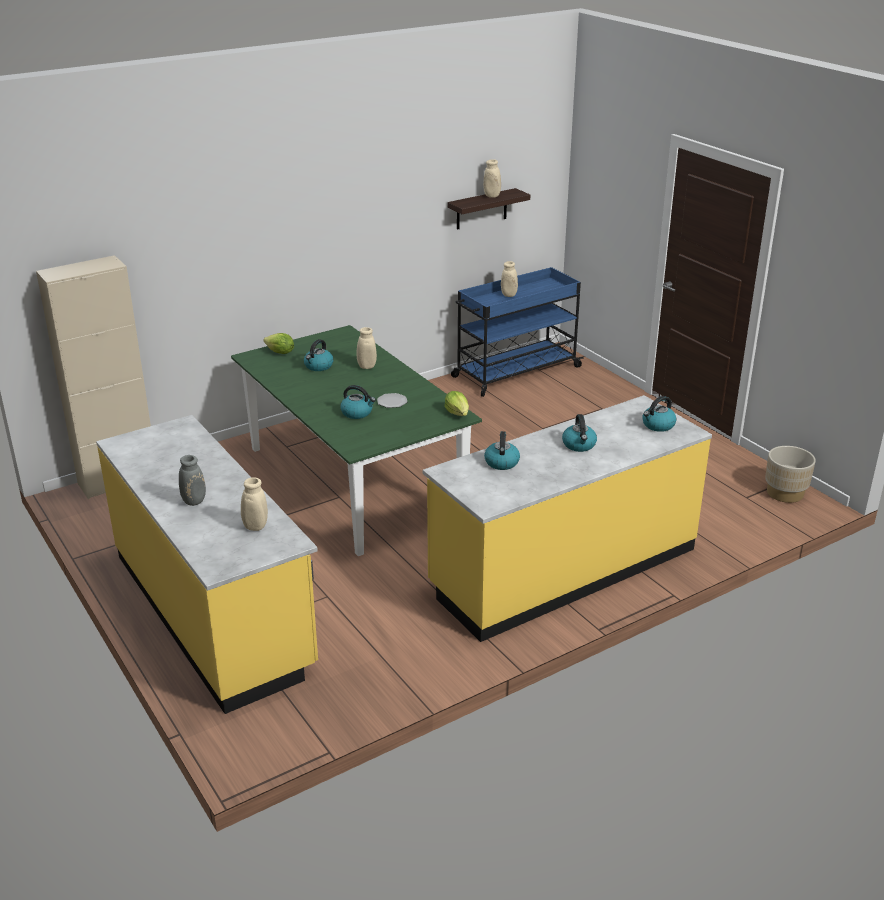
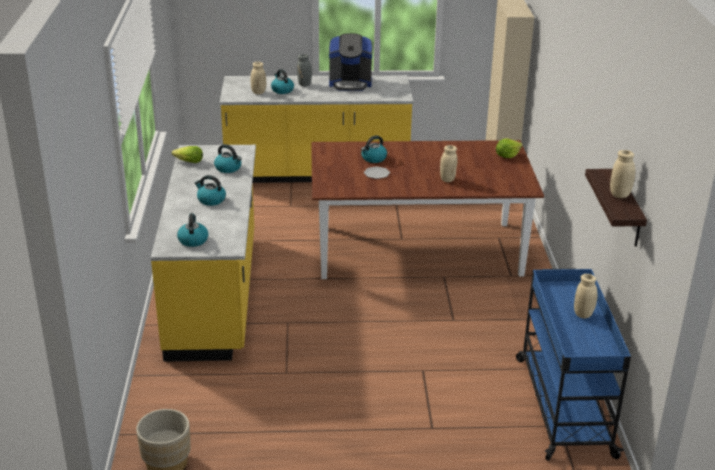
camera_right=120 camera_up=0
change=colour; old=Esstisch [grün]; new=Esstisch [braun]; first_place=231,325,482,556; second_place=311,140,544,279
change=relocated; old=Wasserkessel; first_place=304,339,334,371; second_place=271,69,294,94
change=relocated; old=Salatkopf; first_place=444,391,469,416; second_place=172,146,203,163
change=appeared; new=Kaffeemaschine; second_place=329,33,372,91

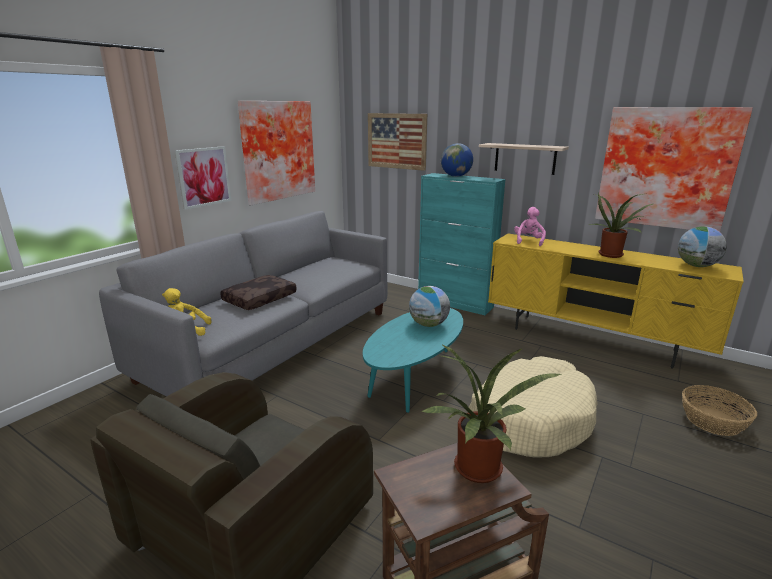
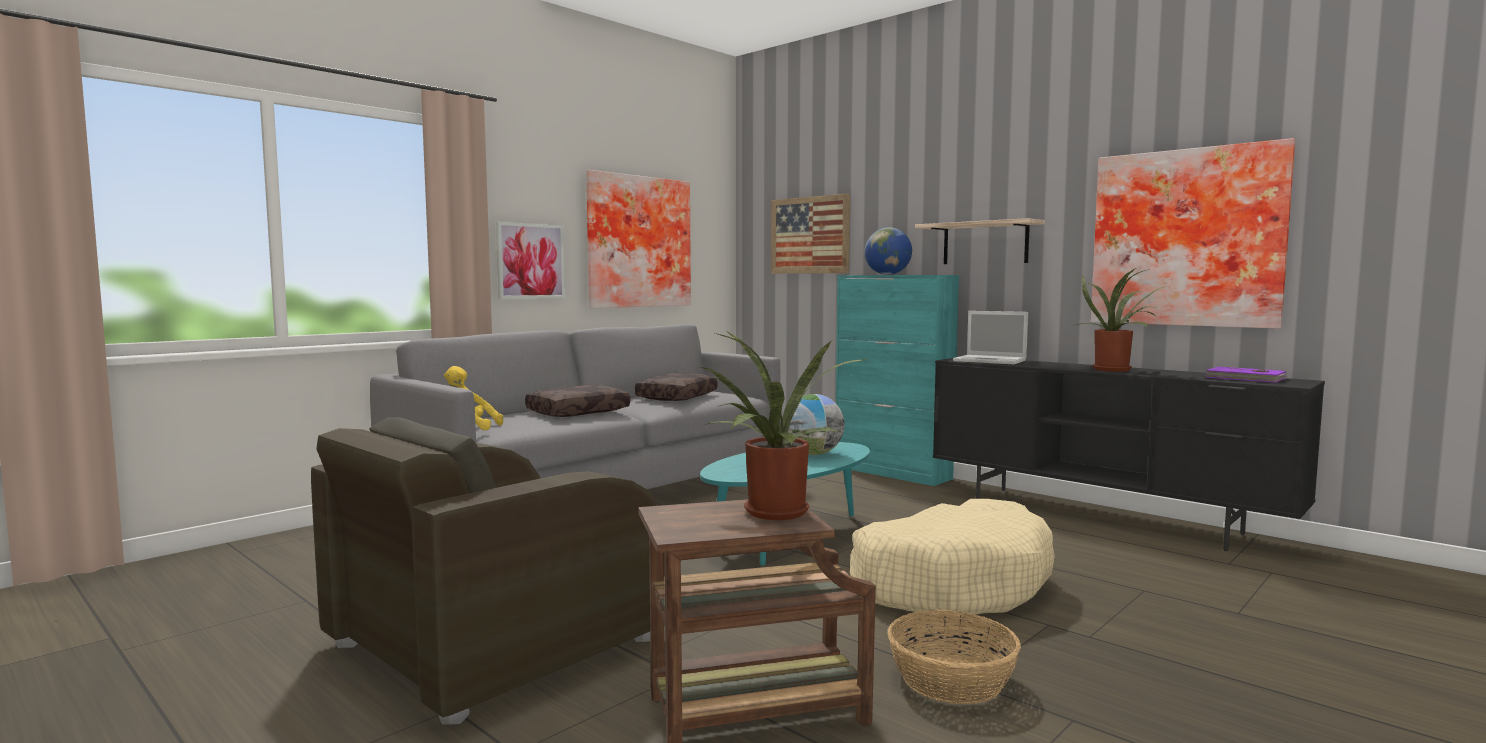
camera_right=10 camera_up=-15
change=colour; old=Fernsehschrank [gelb]; new=Fernsehschrank [schwarz]; first_place=488,233,744,369; second_place=933,358,1325,551
change=exchanged; old=Plüschtier [rosa]; new=Laptop; first_place=514,207,546,247; second_place=953,311,1028,364
change=exchanged; old=Globus; new=Buch [lila]; first_place=678,226,727,267; second_place=1205,367,1287,383
change=relocated; old=Korb; first_place=682,385,758,436; second_place=887,610,1021,704
change=appeared; new=Kissen [braun]; second_place=635,373,718,401

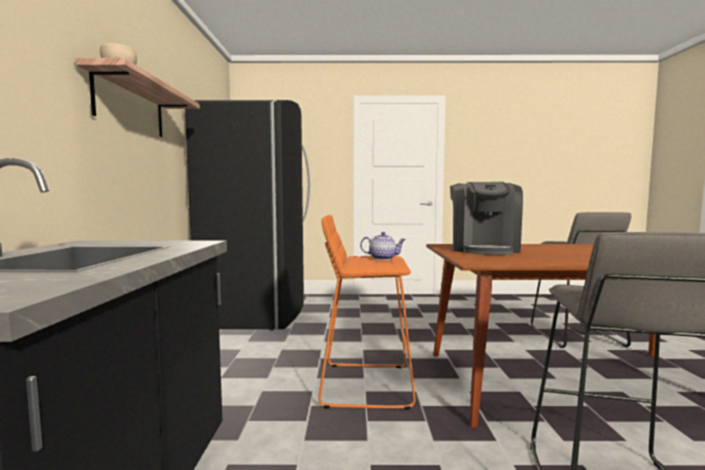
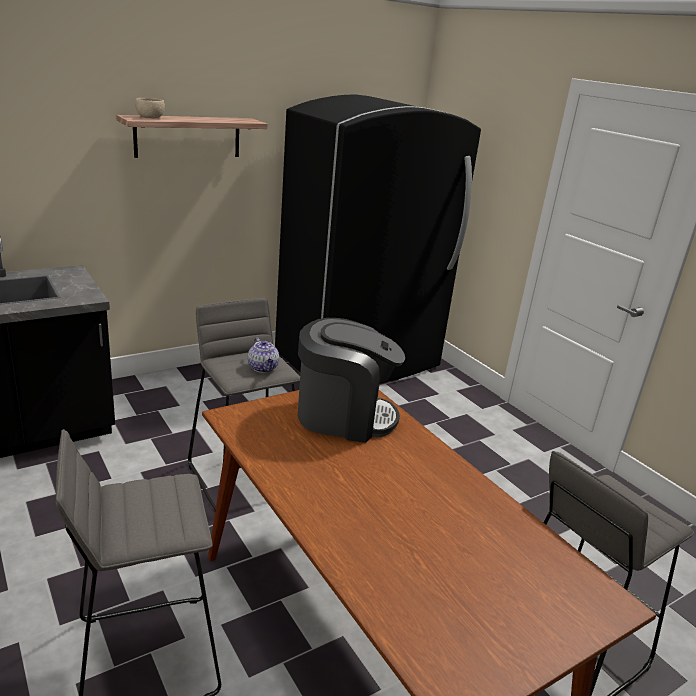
camera_right=55 camera_up=20
change=colour; old=Hocker [orange]; new=Hocker [grau]; first_place=318,215,415,410; second_place=188,298,300,509
change=spun; old=Kaffeemaschine; first_place=450,182,523,255; second_place=298,318,405,443; degrees=-150

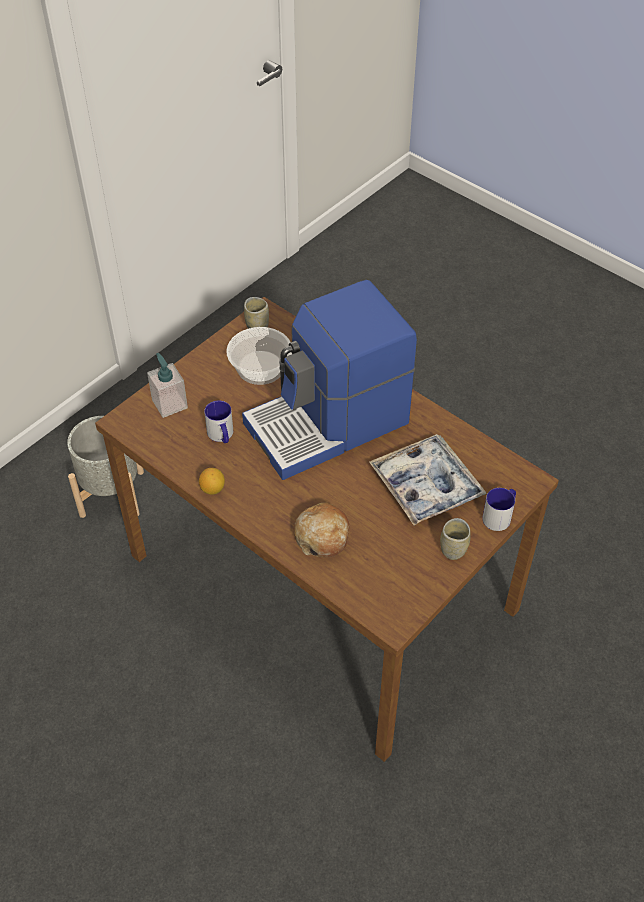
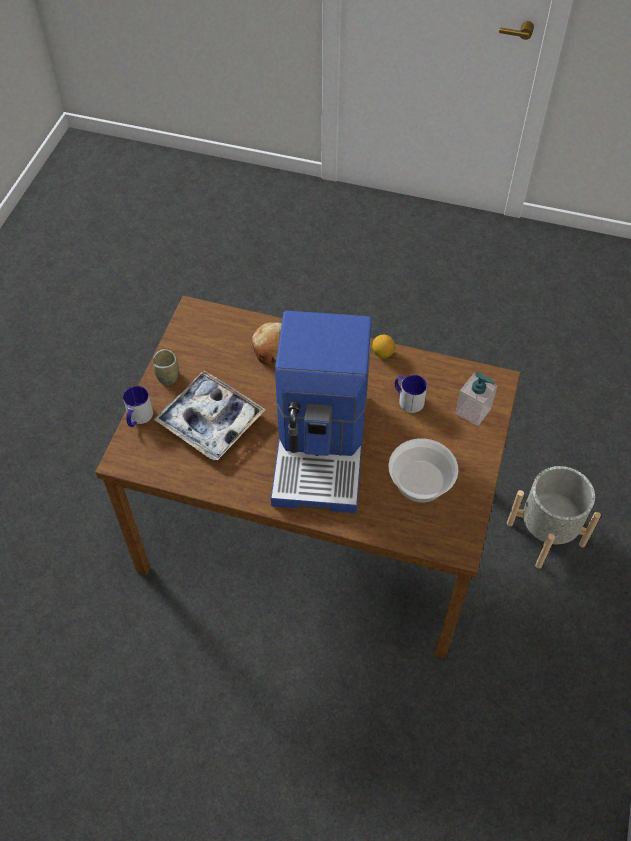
camera_right=155 camera_up=5
change=spun; old=Kaffeemaschine; first_place=242,280,417,480; second_place=271,311,372,513; degrees=150
change=missing; old=Tasse; first_place=244,297,269,328

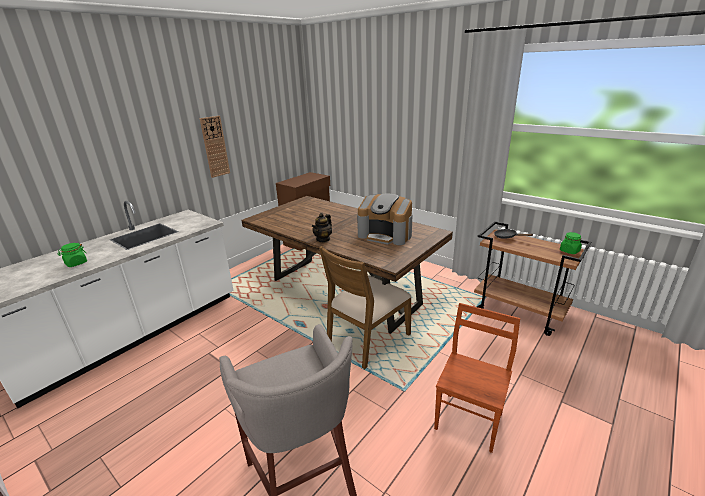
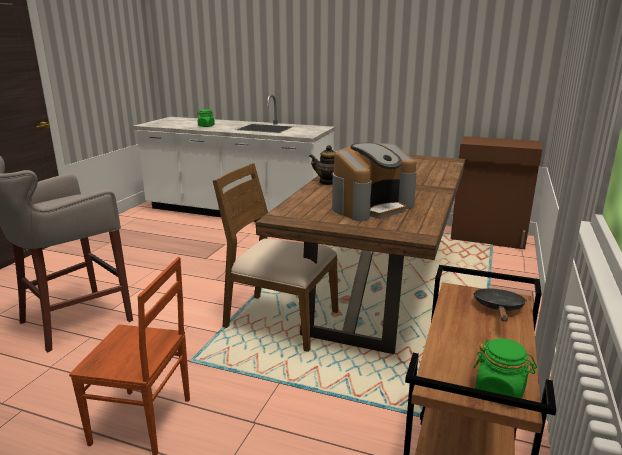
camera_right=70 camera_up=-5
change=missing; old=Wanduhr; first_place=200,116,230,178
change=spun; old=Kaffeemaschine; first_place=357,194,413,245; second_place=332,143,417,221; degrees=-135

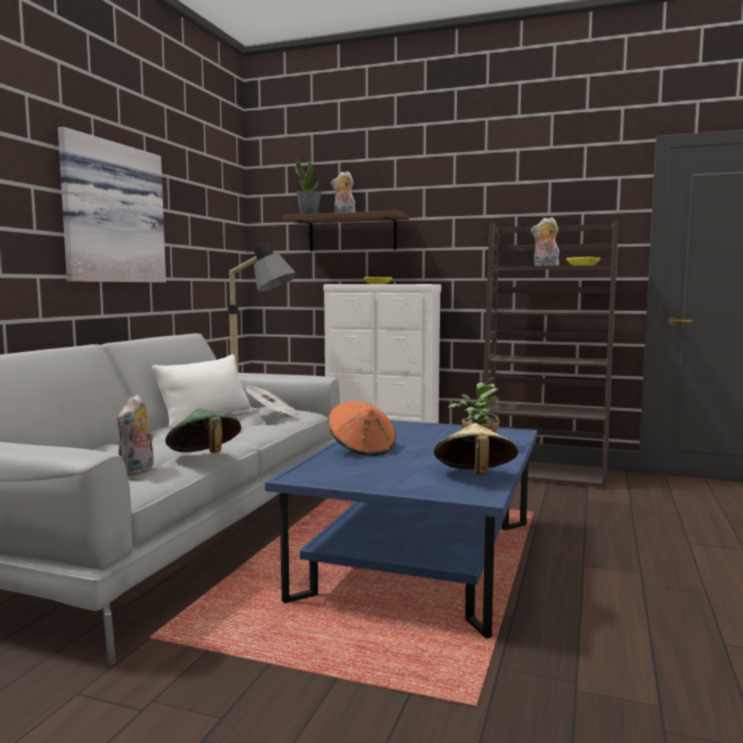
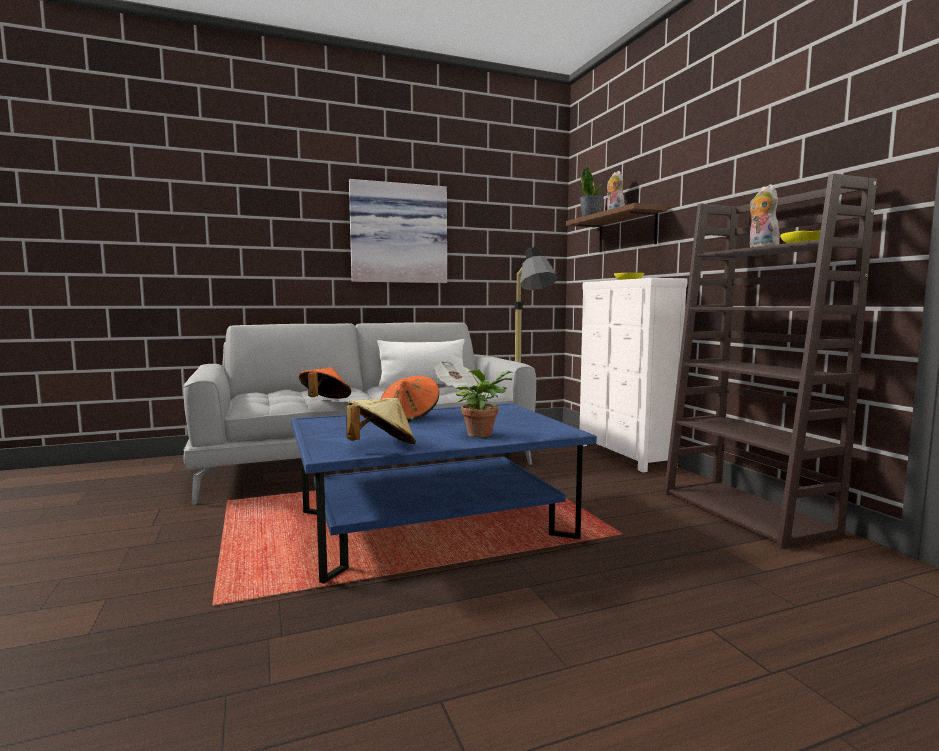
camera_right=50 camera_up=0
change=missing; old=Plüschtier; first_place=117,394,154,476
change=colour; old=Hut [grün]; new=Hut [orange]; first_place=165,408,241,453; second_place=299,367,351,399

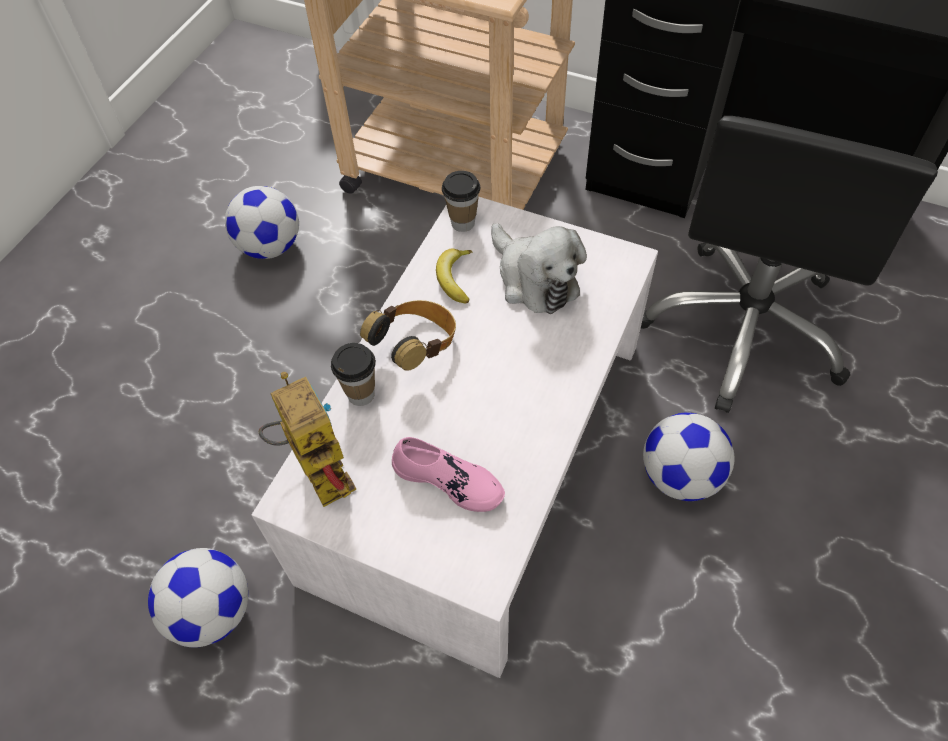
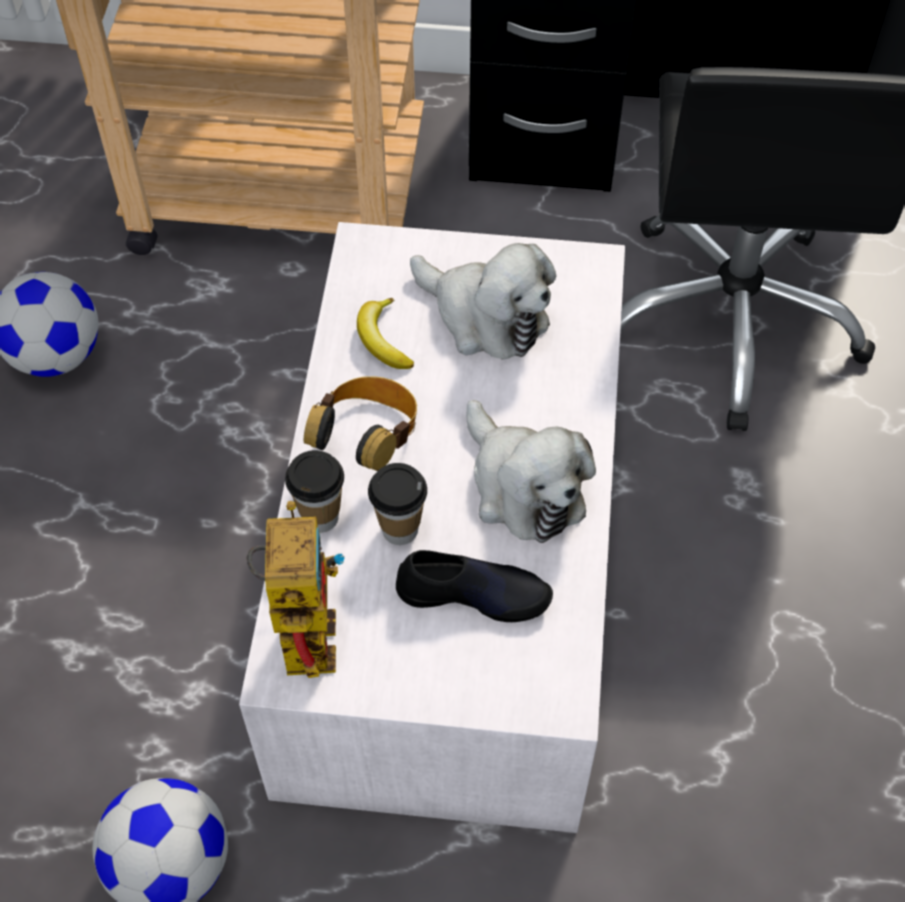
camera_right=-20 camera_up=0
change=spun; old=Spielzeugroboter; first_place=259,372,356,507; second_place=246,501,345,678; degrees=45
change=colour; old=Schuh [rosa]; new=Schuh [schwarz]; first_place=392,437,505,512; second_place=396,550,553,622
change=relocated; old=Tasse; first_place=442,171,481,232; second_place=368,463,427,545
change=missing; old=Fußball; first_place=643,412,734,501
change=appeared; new=Plüschtier; second_place=466,400,596,543

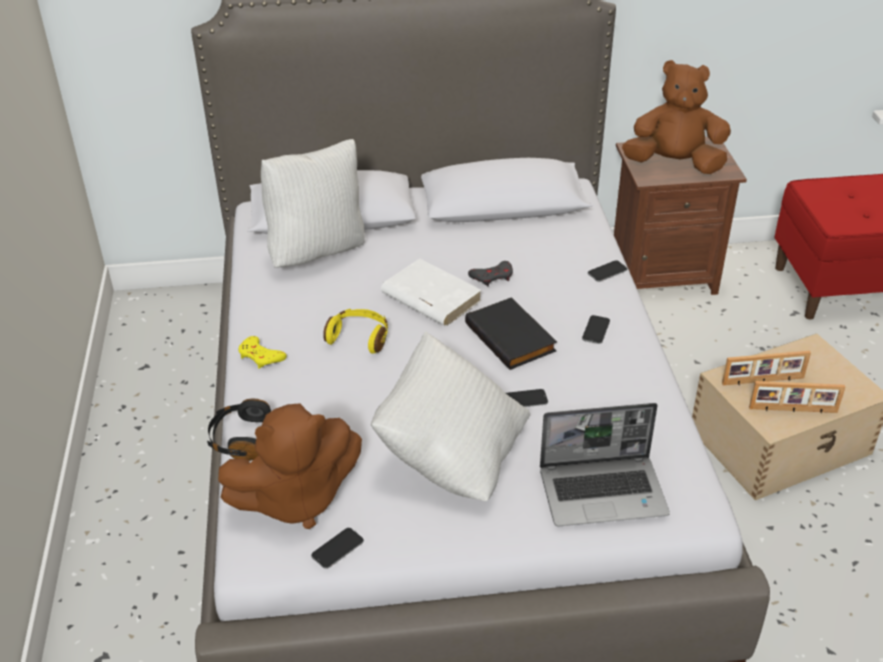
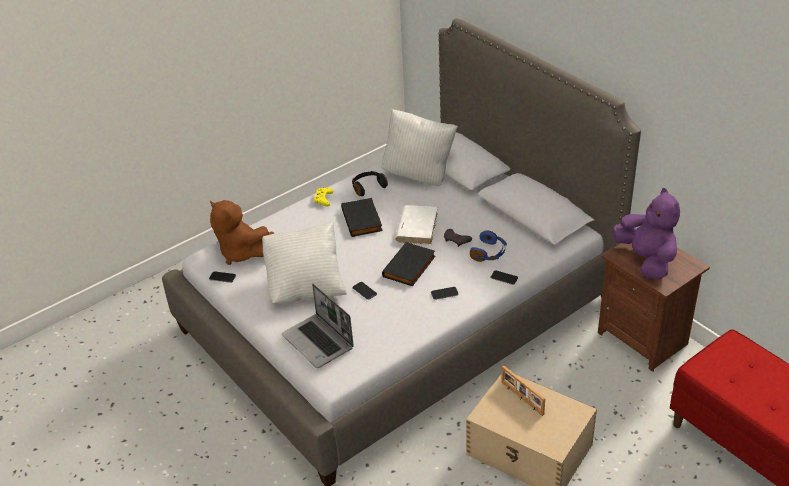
camera_right=60 camera_up=0
change=relocated; old=Kopfhörer [schwarz]; first_place=207,399,271,461; second_place=352,171,388,196
change=exchanged; old=Kopfhörer [gelb]; new=Buch [schwarz]; first_place=323,309,388,354; second_place=341,198,383,237
change=colour; old=Plüschtier [braun]; new=Plüschtier [lila]; first_place=622,60,731,174; second_place=613,188,680,279
change=missing; old=Bilderrahmen; first_place=749,381,845,413
change=appeared; new=Kopfhörer [blau]; second_place=470,230,507,262

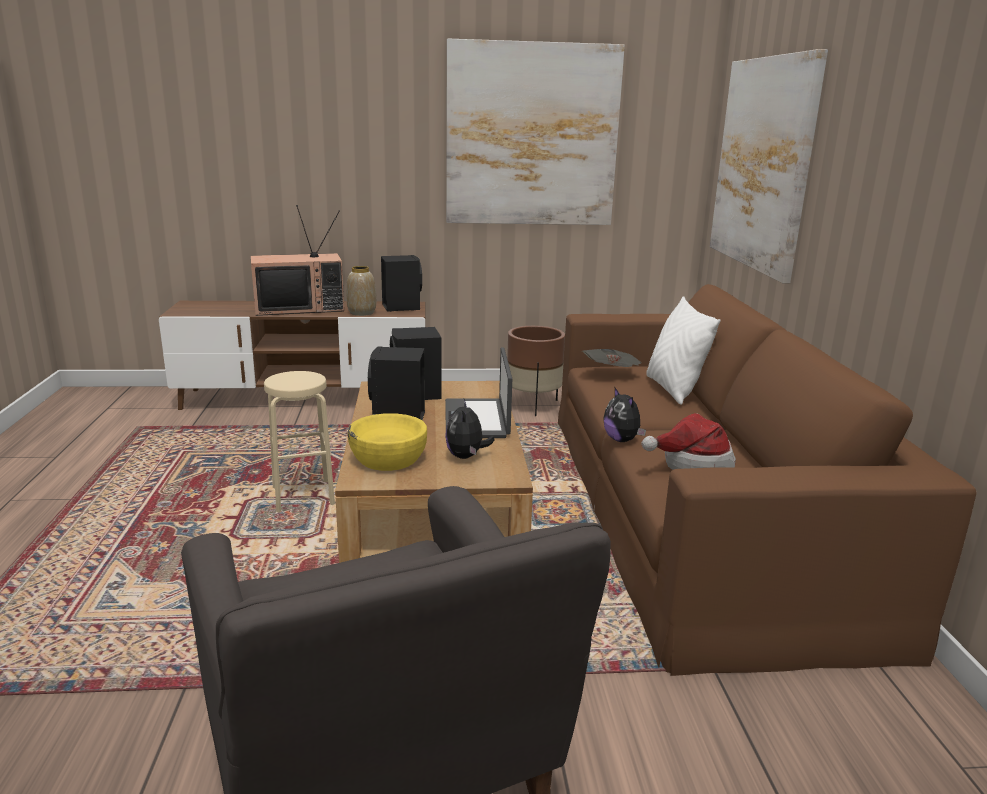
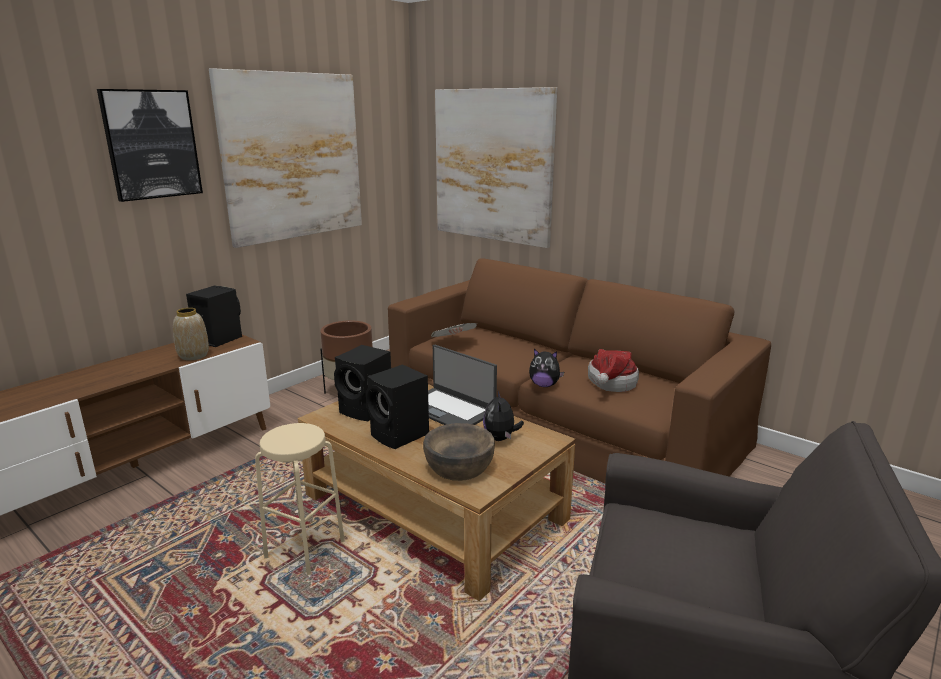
camera_right=-45 camera_up=0
change=missing; old=Fernseher; first_place=251,205,344,316
change=colour; old=Schüssel [gelb]; new=Schüssel [braun]; first_place=348,413,427,471; second_place=423,423,495,481
change=spun; old=Plüschtier; first_place=445,399,495,459; second_place=483,391,524,441; degrees=45
change=missing; old=Kissen [weiß]; first_place=646,296,721,405
change=appeared; new=Bild; second_place=97,89,203,202

